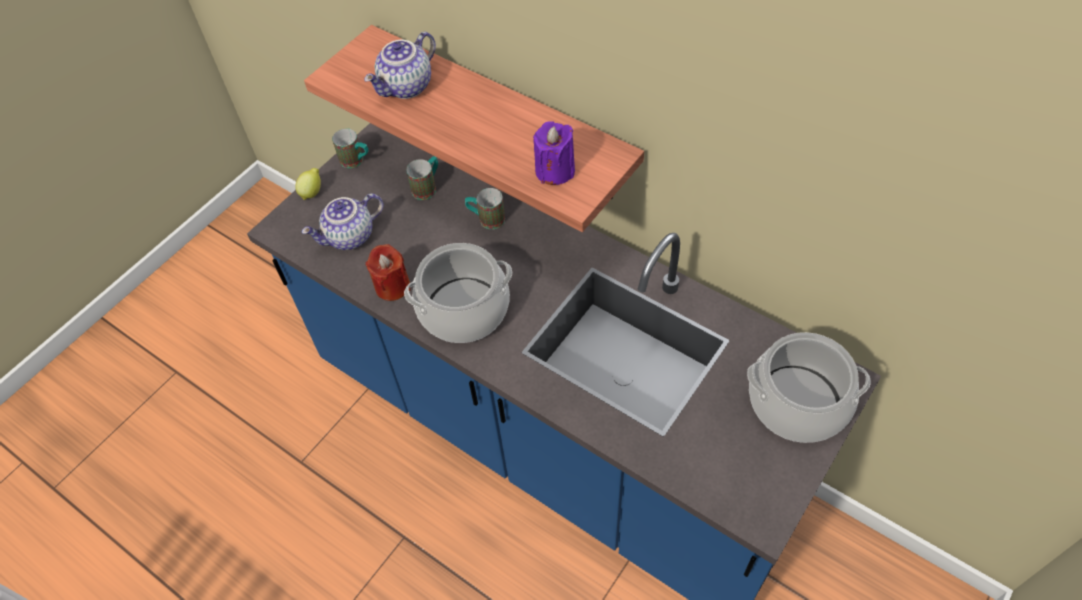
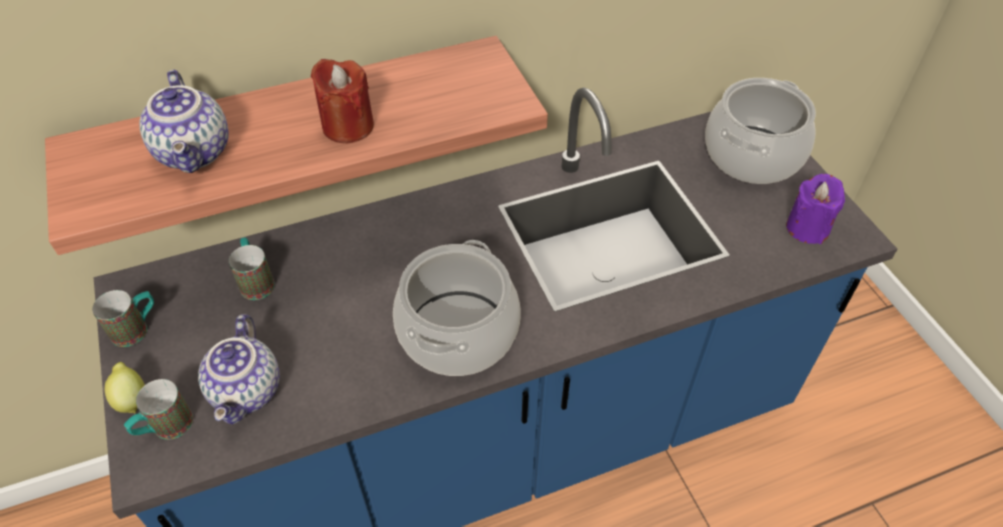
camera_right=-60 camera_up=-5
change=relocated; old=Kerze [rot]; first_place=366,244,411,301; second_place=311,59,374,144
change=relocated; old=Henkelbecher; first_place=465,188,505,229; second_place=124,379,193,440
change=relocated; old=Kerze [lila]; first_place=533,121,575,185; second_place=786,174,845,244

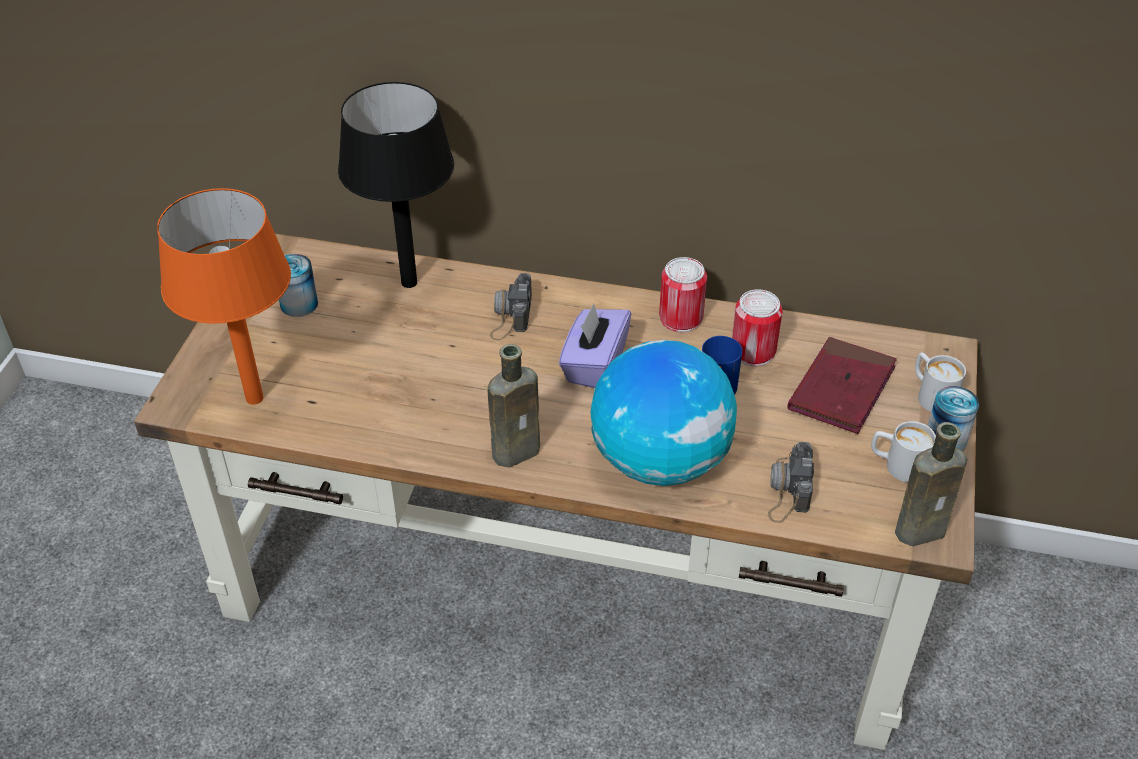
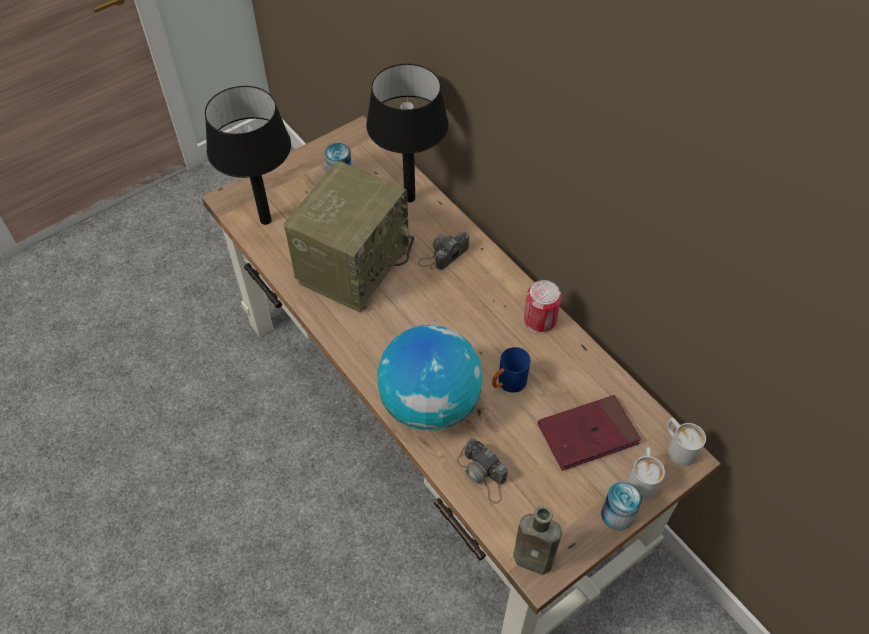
camera_right=40 camera_up=10
change=colour; old=Tischlampe [orange]; new=Tischlampe [schwarz]; first_place=157,188,291,405; second_place=205,86,291,225
change=missing; old=Flasche [braun]; first_place=488,344,540,467
change=missing; old=Taschentuchbox [lila]; first_place=559,303,631,388
change=missing; old=Dose; first_place=732,289,783,366
change=spun; old=Kamera; first_place=768,442,814,523; second_place=457,438,508,504; degrees=-90
change=relocated; old=Henkelbecher [weiß]; first_place=871,421,936,482; second_place=667,418,706,466
change=appeared; new=Radio; second_place=284,161,414,313

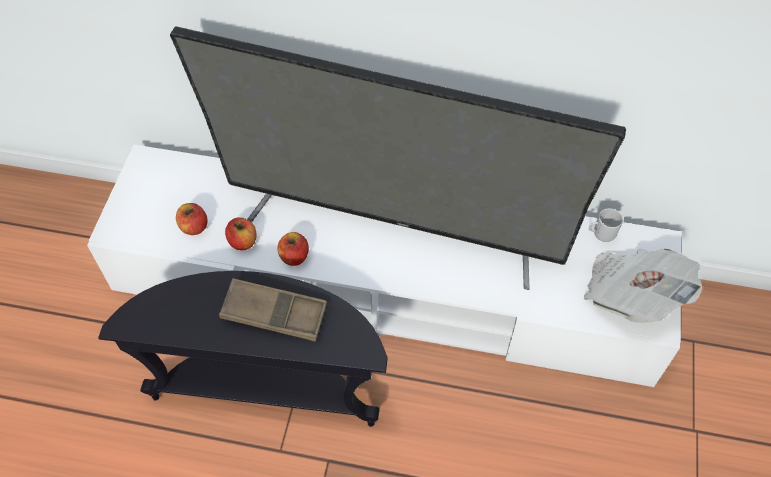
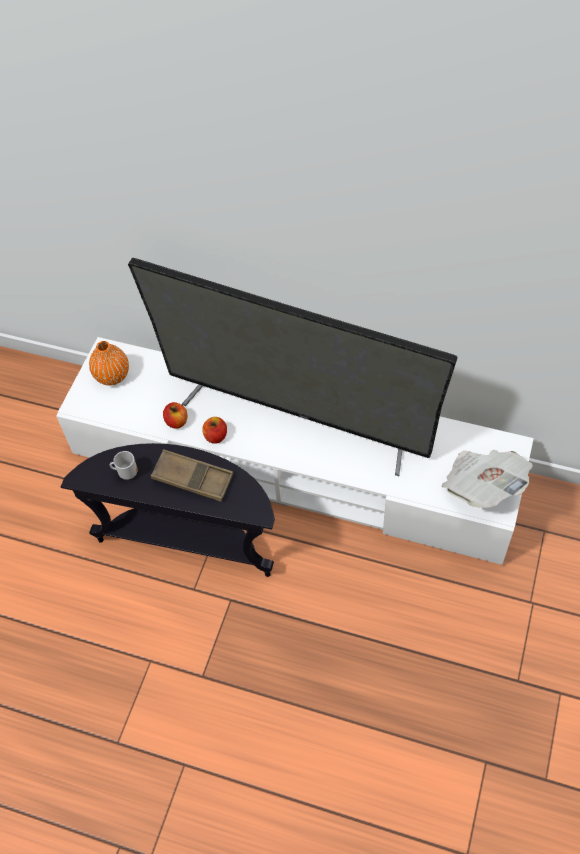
camera_right=10 camera_up=0
change=missing; old=Apfel; first_place=176,203,208,235
change=relocated; old=Henkelbecher; first_place=589,208,623,242; second_place=110,451,138,480
change=appeared; new=Vase [orange]; second_place=89,341,129,385

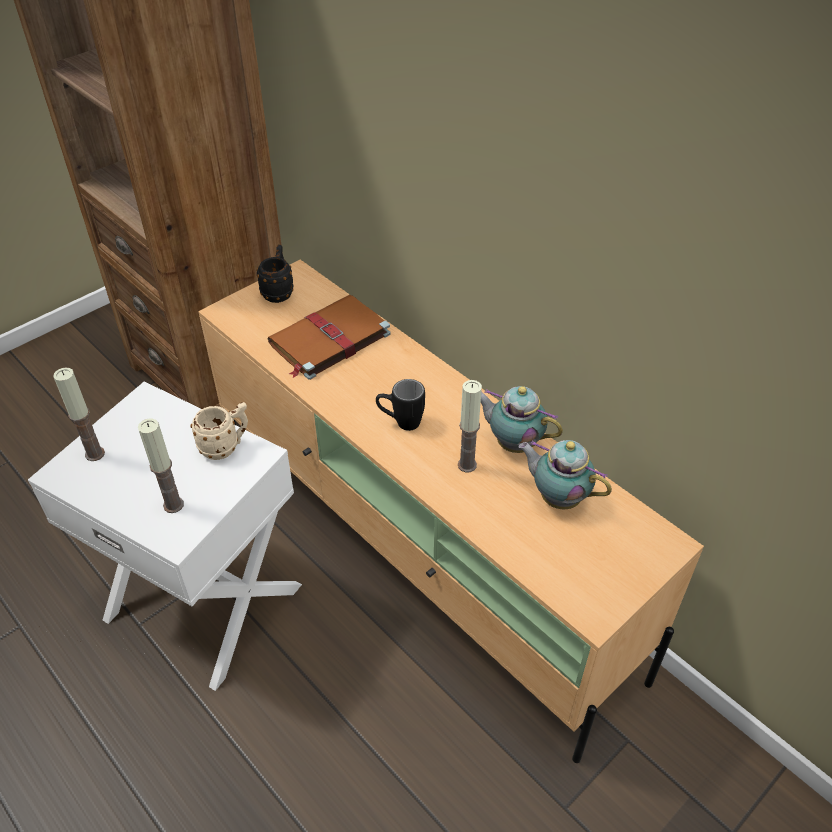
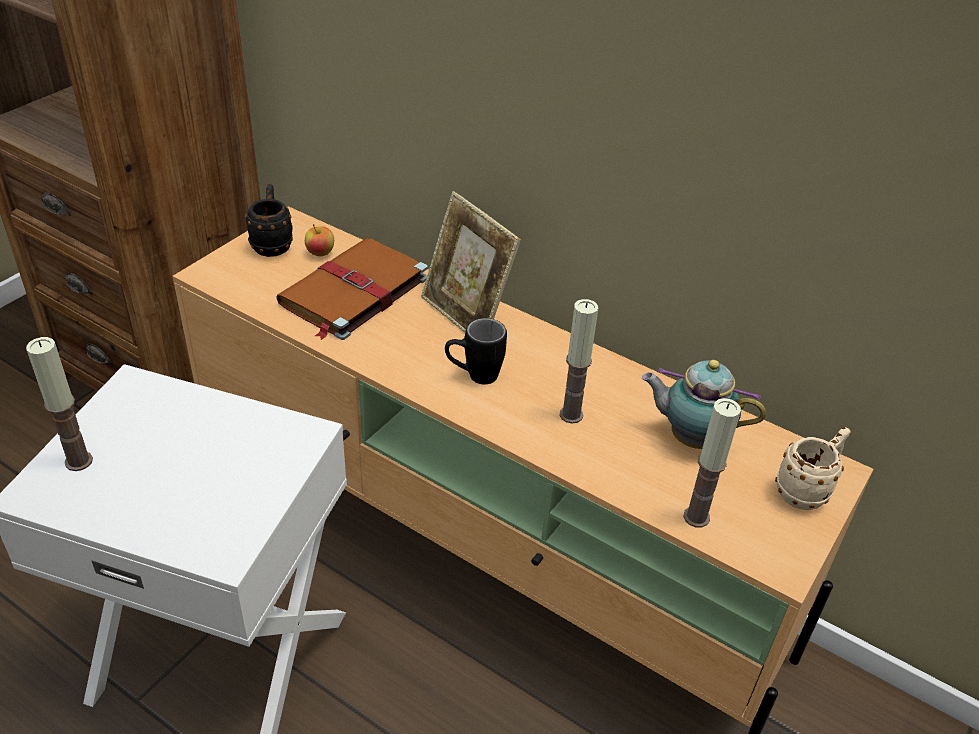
camera_right=-15 camera_up=-5
change=relocated; old=Kerze; first_place=138,419,184,513; second_place=683,398,741,527
change=relocated; old=Henkelbecher [beige]; first_place=191,402,248,460; second_place=775,427,850,510
change=missing; old=Teekanne; first_place=481,386,563,453
change=appeared; new=Apfel; second_place=305,224,334,256
change=appeared; new=Bilderrahmen; second_place=421,191,521,333

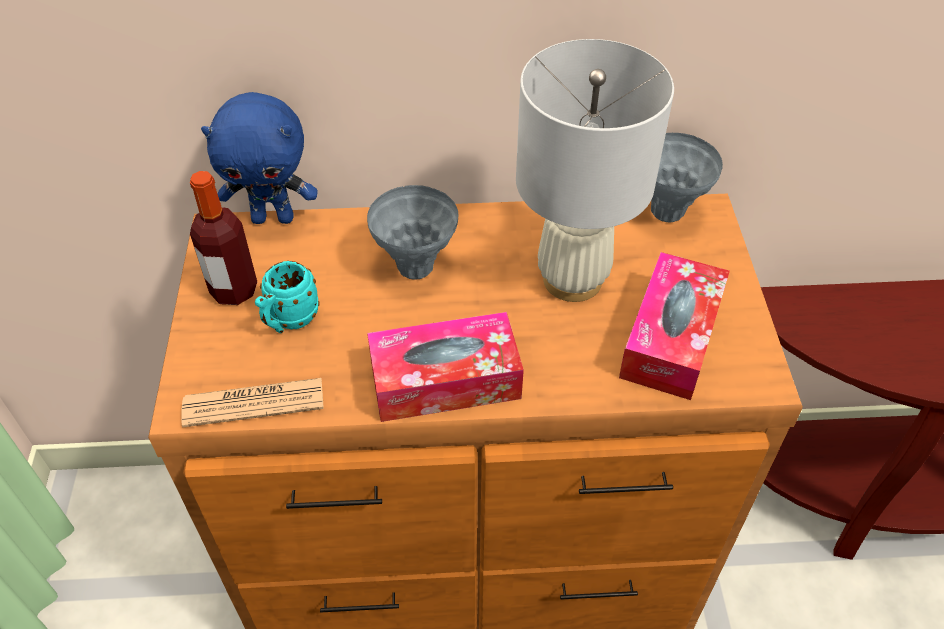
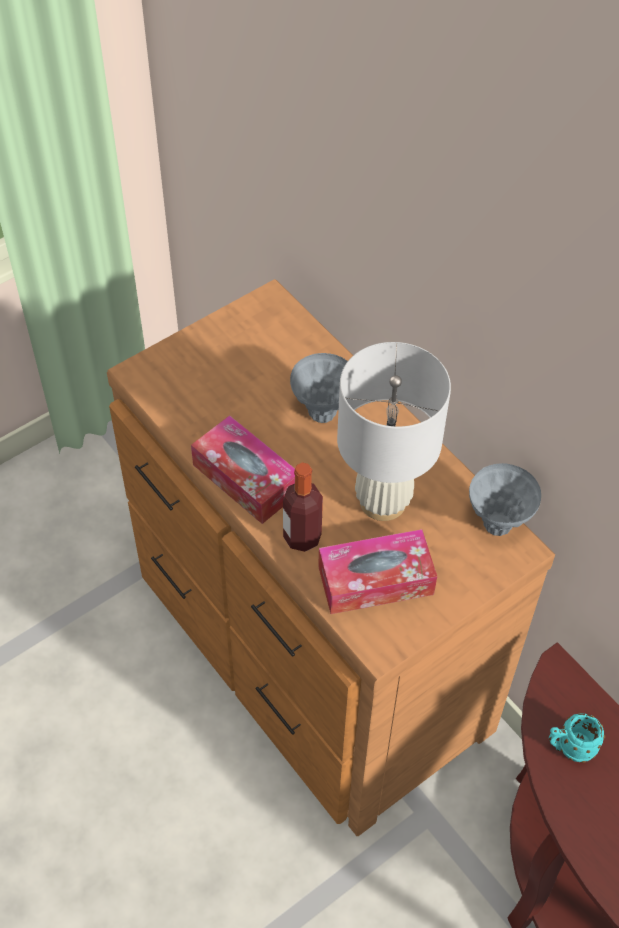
camera_right=55 camera_up=5
change=missing; old=Zeitung; first_place=181,378,323,428
change=relocated; old=Flasche; first_place=190,171,257,305; second_place=283,462,323,552
change=missing; old=Plüschtier [blau]; first_place=201,92,317,224
change=relocated; old=Henkelbecher [türkis]; first_place=255,261,320,333; second_place=549,713,605,763

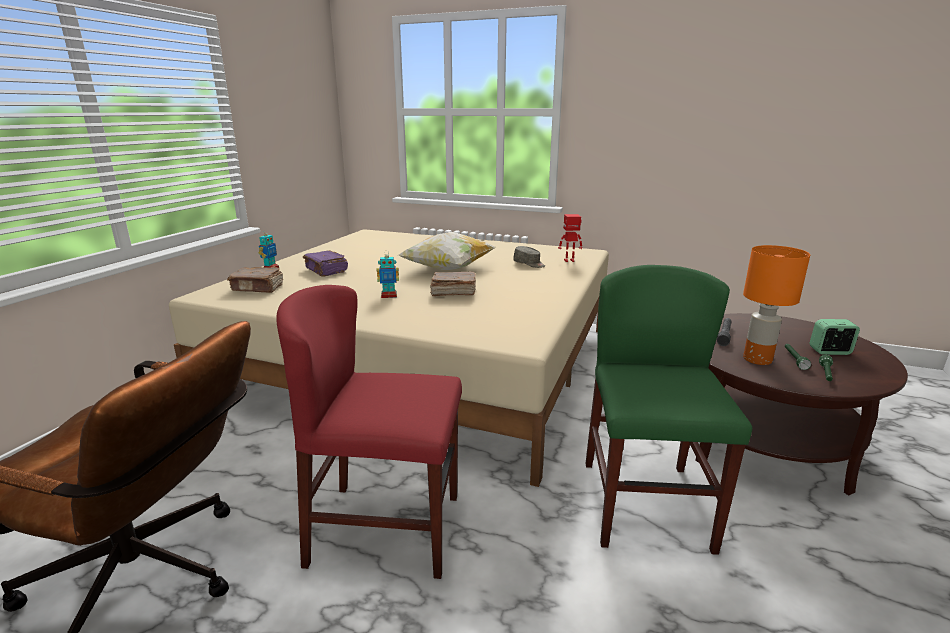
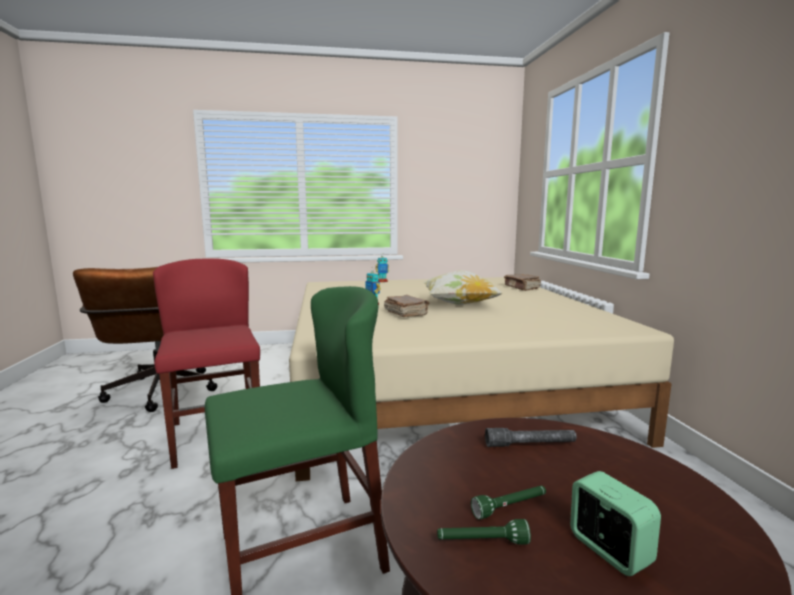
camera_right=60 camera_up=-10
change=relocated; old=Buch [braun]; first_place=227,267,283,293; second_place=504,274,541,291
change=missing; old=Buch [lila]; first_place=303,250,348,277
change=missing; old=Kappe [grau]; first_place=513,246,545,268
change=missing; old=Spielzeugroboter; first_place=558,214,582,262
change=missing; old=Tischlampe [orange]; first_place=743,245,810,365

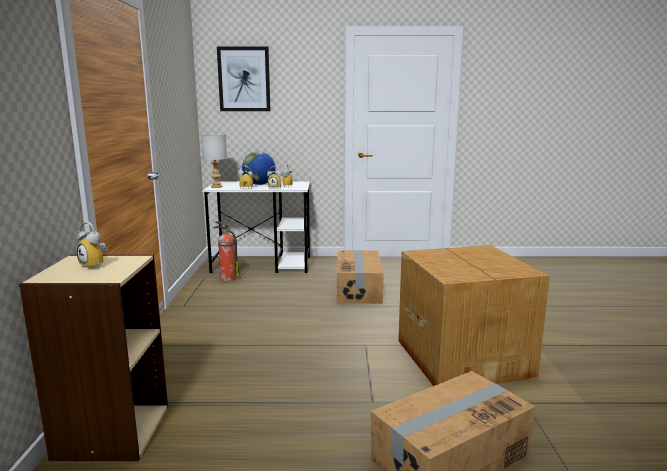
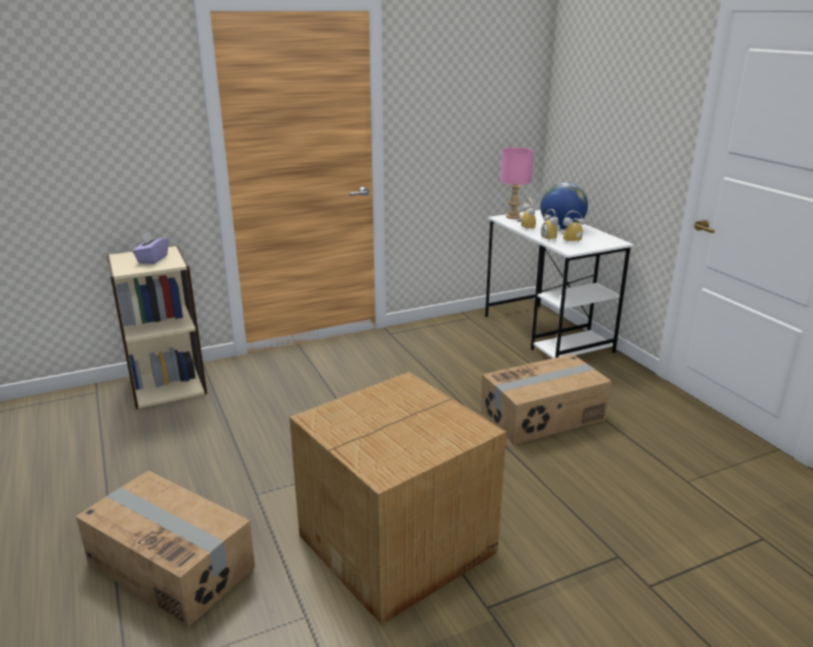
camera_right=65 camera_up=10
change=exchanged; old=Wecker; new=Taschentuchbox [lila]; first_place=77,222,108,269; second_place=133,231,168,264
change=colour; old=Tischlampe [grau]; new=Tischlampe [rosa]; first_place=201,134,227,188; second_place=500,148,534,219
change=missing; old=Feuerlöscher; first_place=214,221,240,281
change=missing; old=Bild; first_place=217,47,270,111

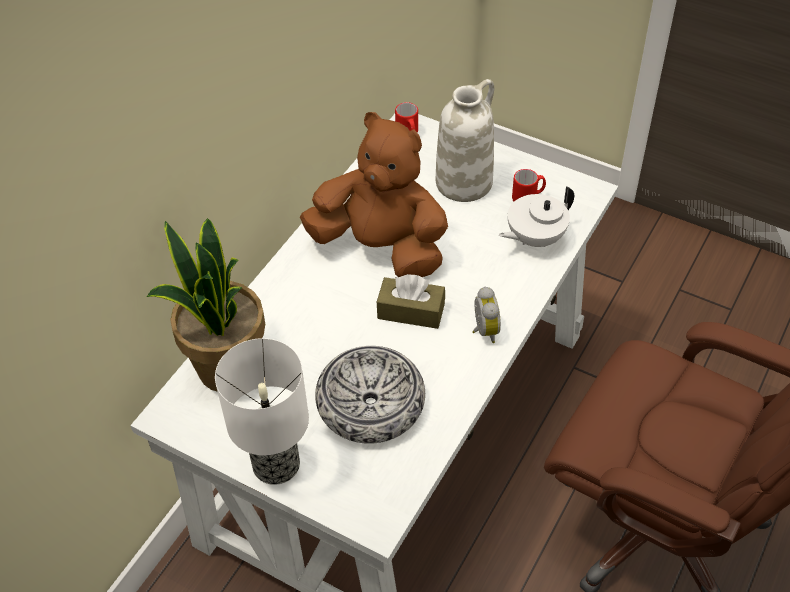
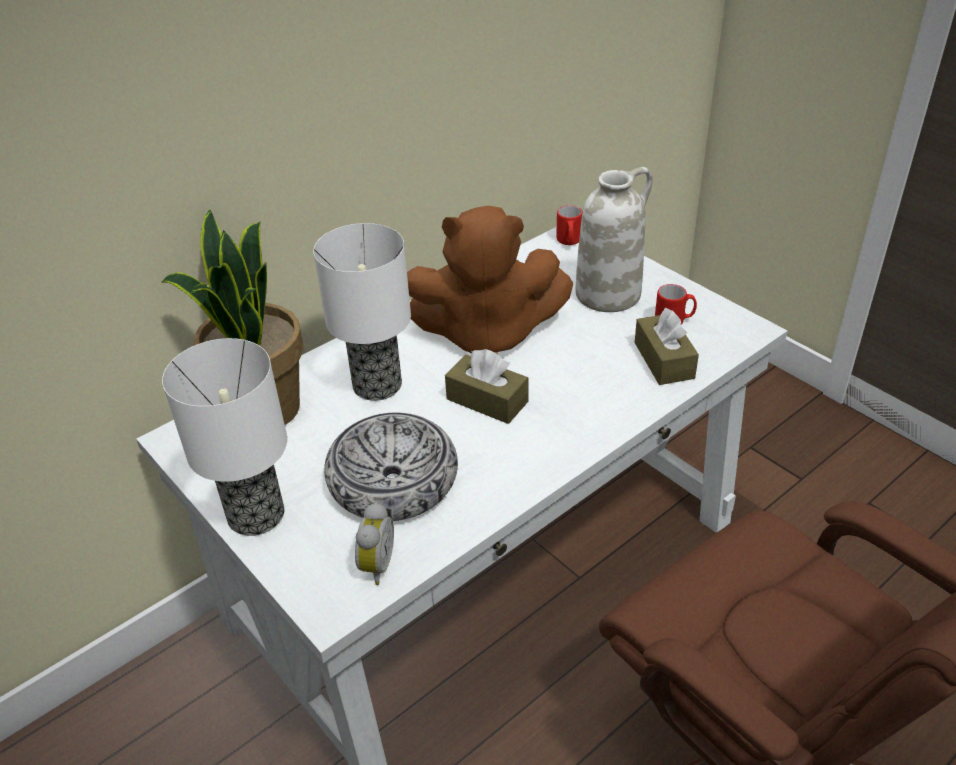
camera_right=20 camera_up=-10
change=spun; old=Plüschtier [braun]; first_place=300,112,448,277; second_place=407,206,573,354; degrees=135
change=relocated; old=Wecker; first_place=472,286,501,343; second_place=355,503,394,585
change=exchanged; old=Teekanne [weiß]; new=Taschentuchbox [braun]; first_place=499,186,574,247; second_place=635,308,699,385
change=appeared; new=Tischlampe; second_place=313,223,411,401

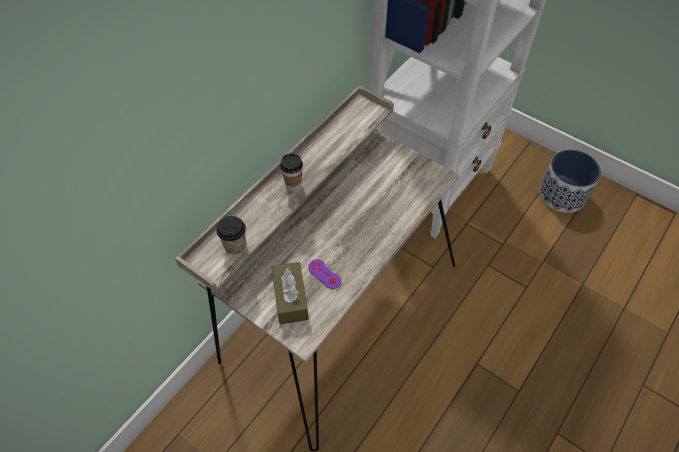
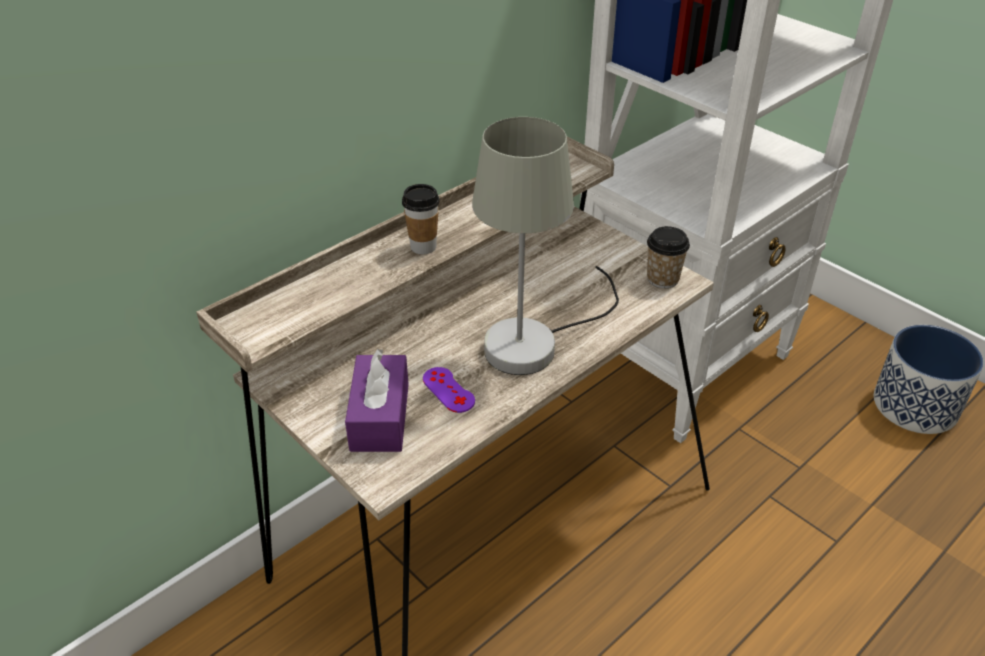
camera_right=10 camera_up=-15
change=relocated; old=Tasse; first_place=216,216,246,255; second_place=647,226,690,288
change=colour; old=Taschentuchbox [braun]; new=Taschentuchbox [lila]; first_place=272,262,309,324; second_place=345,349,409,452
change=appeared; new=Tischlampe [grau]; second_place=472,117,619,375

